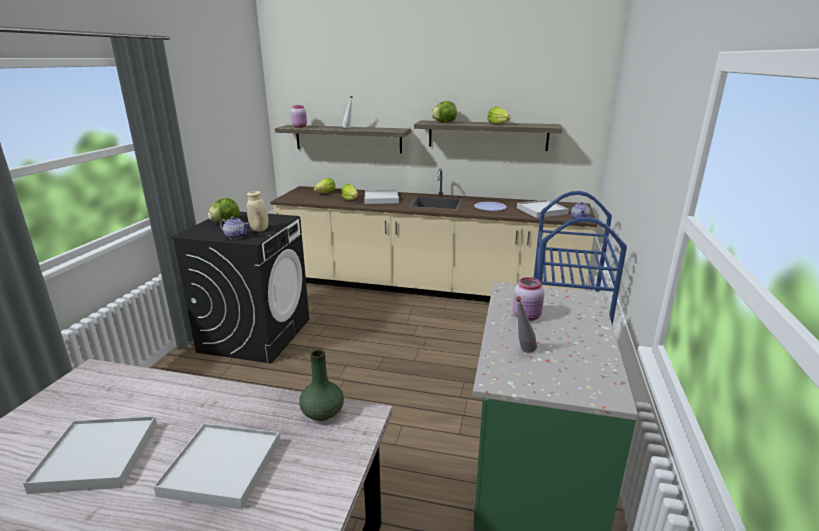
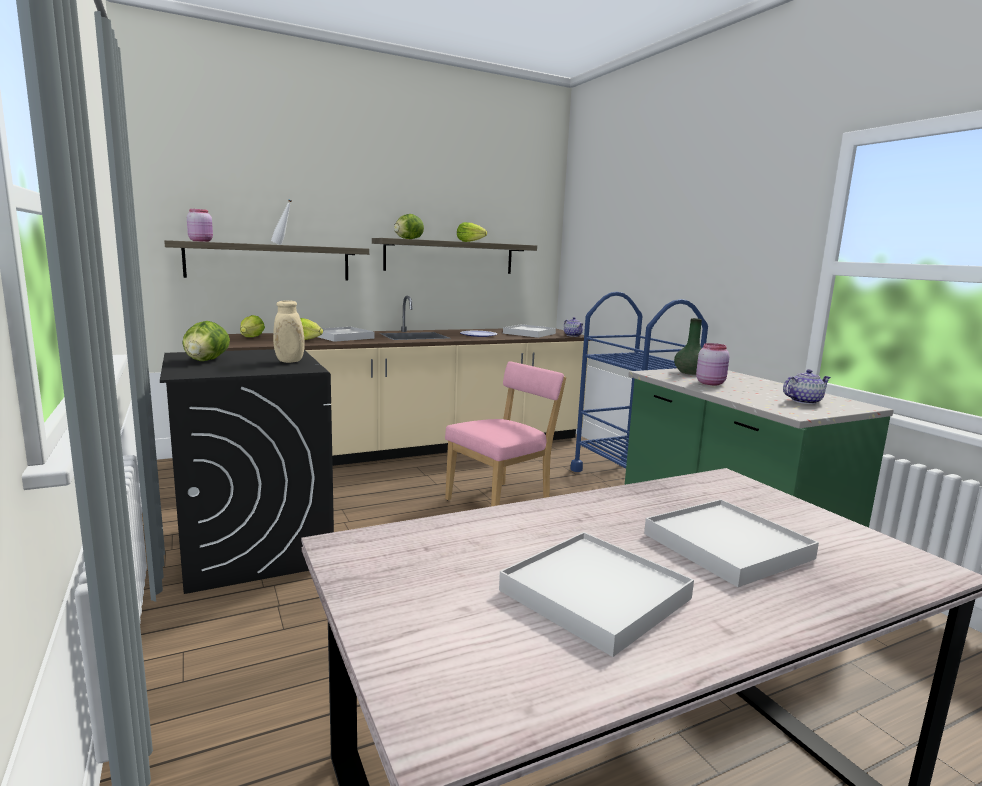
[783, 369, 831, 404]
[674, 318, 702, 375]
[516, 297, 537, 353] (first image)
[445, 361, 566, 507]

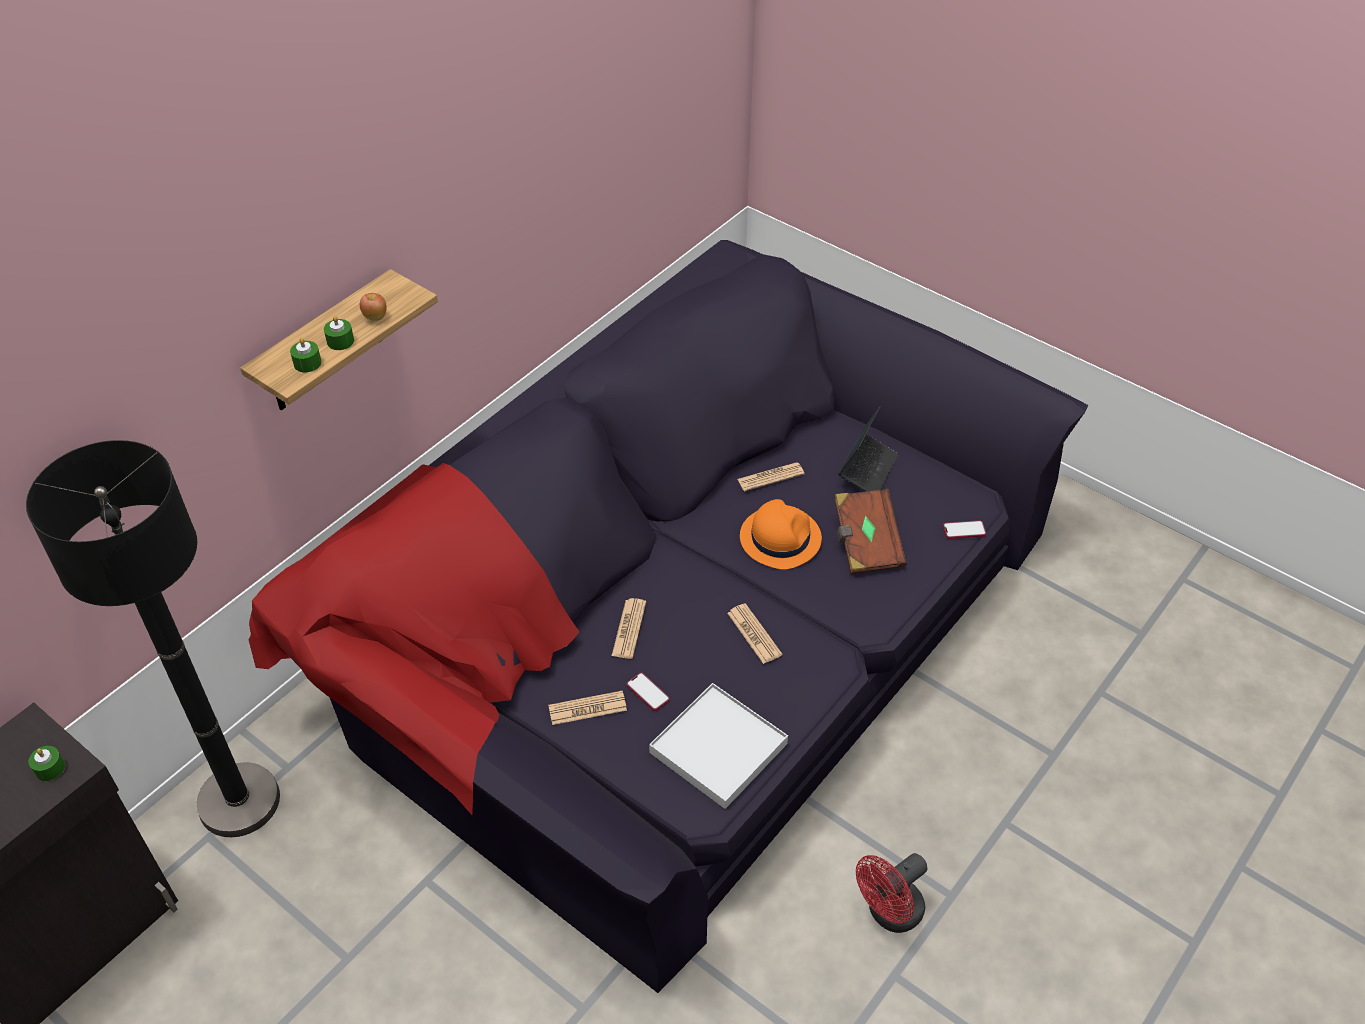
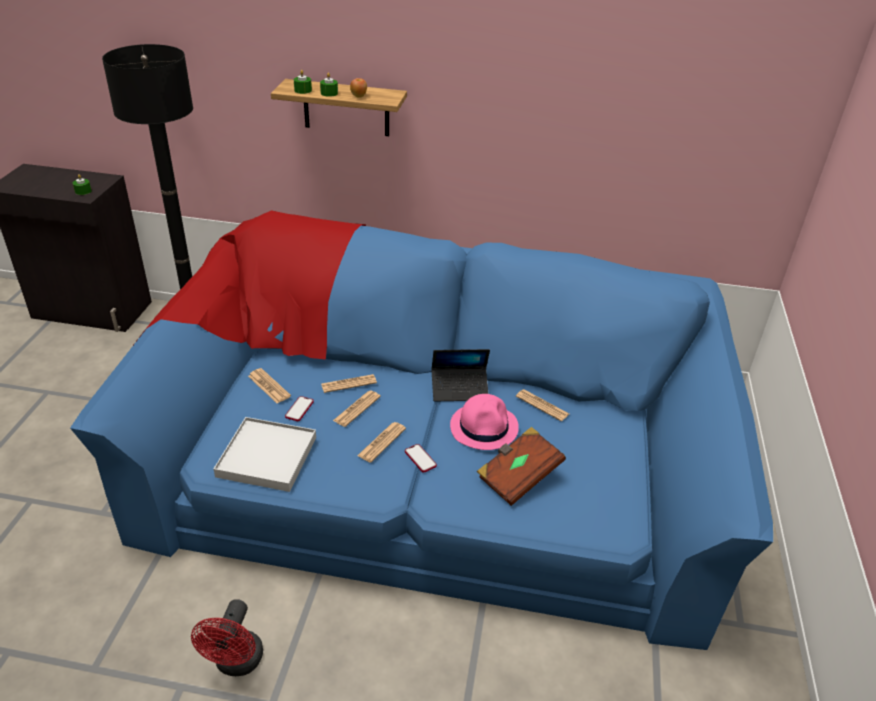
[70, 210, 773, 650]
[450, 394, 519, 450]
[432, 349, 490, 402]
[191, 599, 263, 676]
[405, 444, 437, 473]
[333, 391, 381, 427]

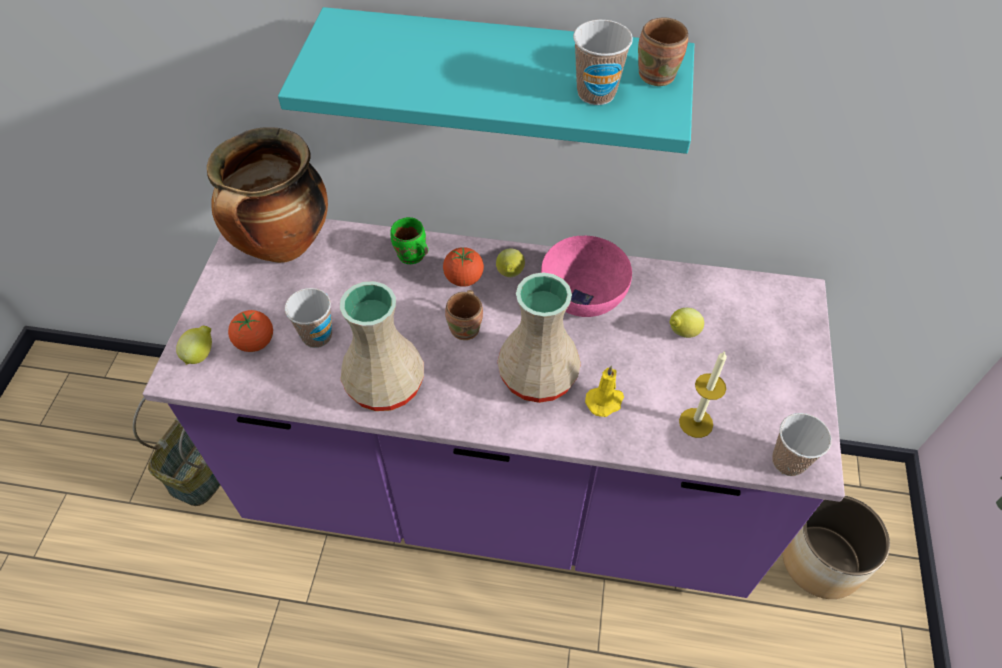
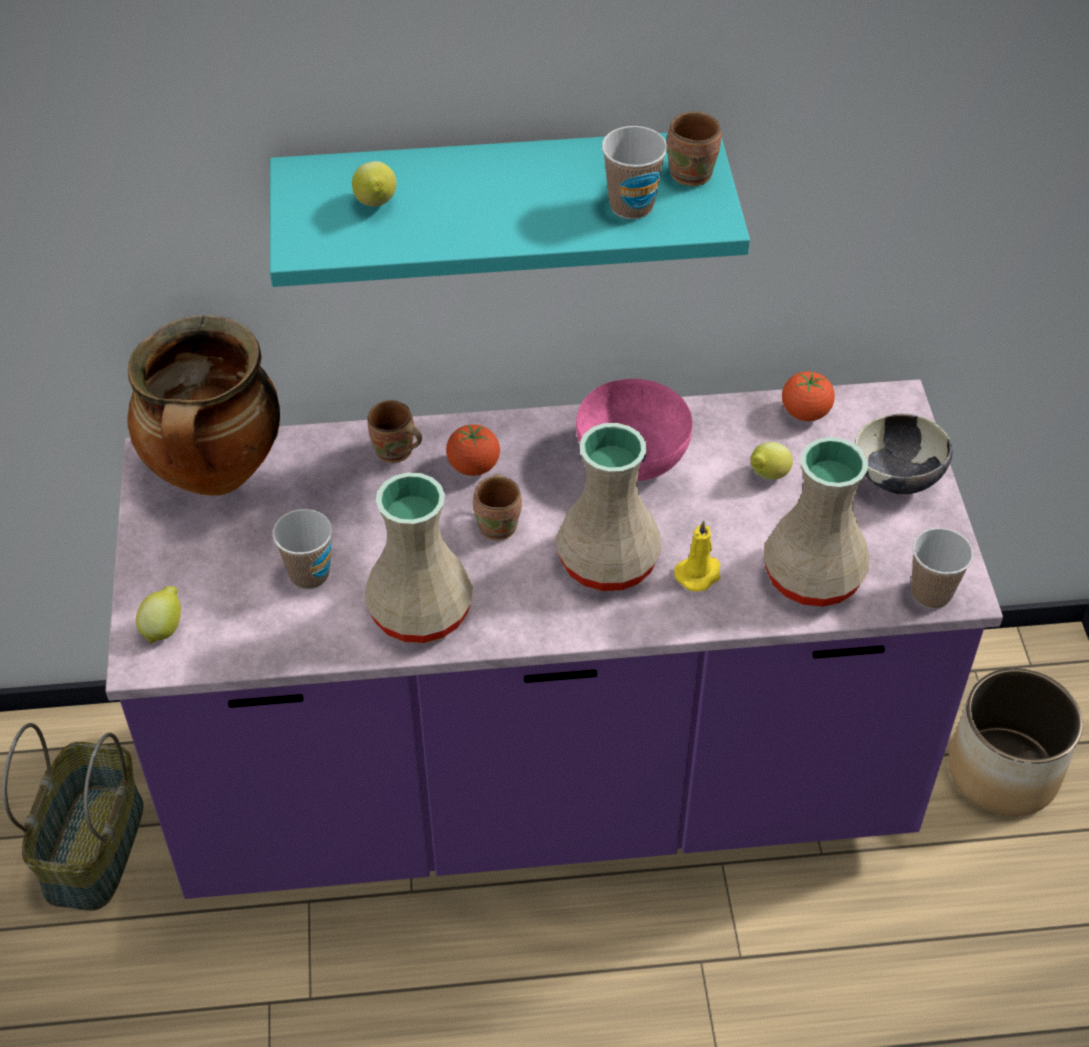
[782, 371, 835, 421]
[368, 400, 422, 463]
[352, 161, 397, 207]
[764, 437, 869, 607]
[855, 413, 952, 494]

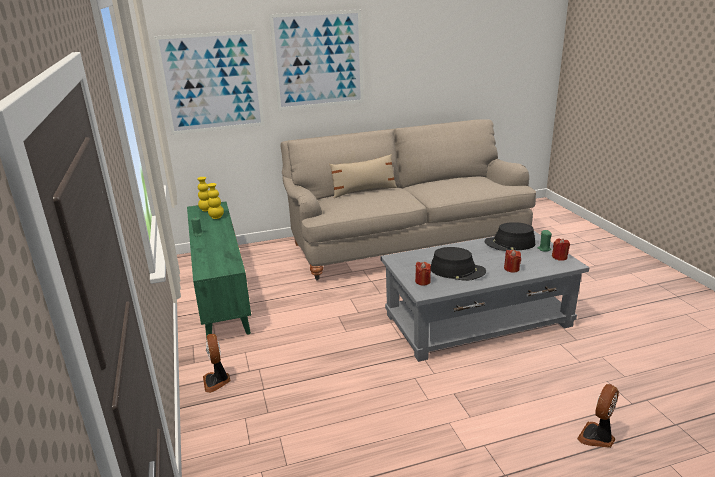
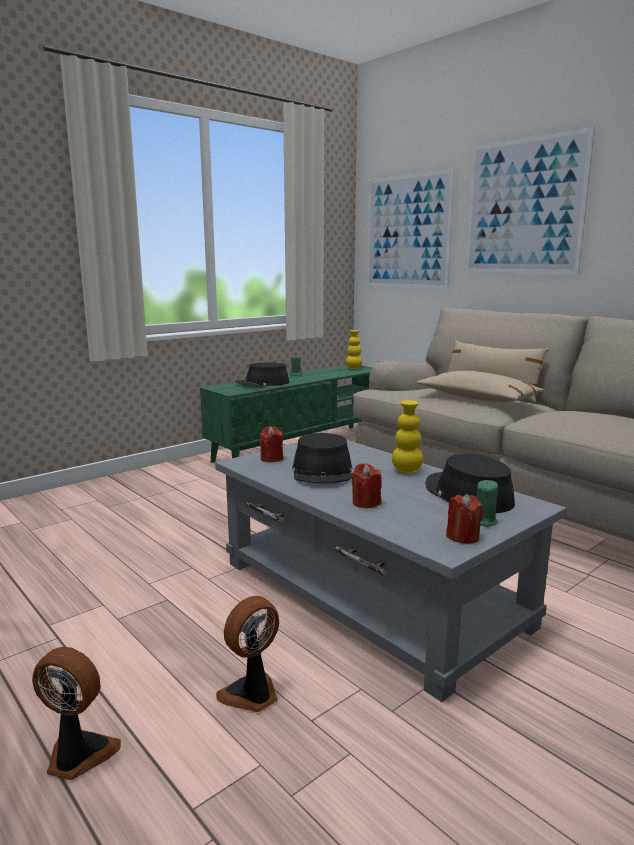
[216, 596, 279, 712]
[392, 400, 423, 474]
[236, 363, 289, 387]
[416, 371, 544, 402]

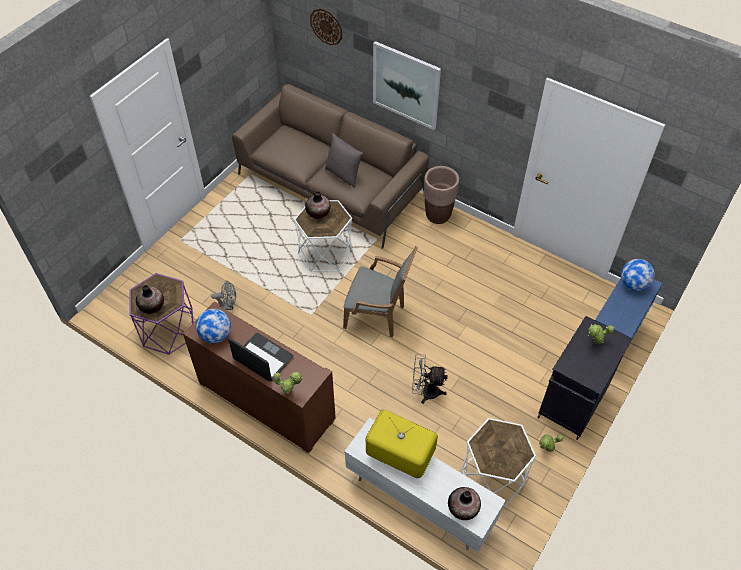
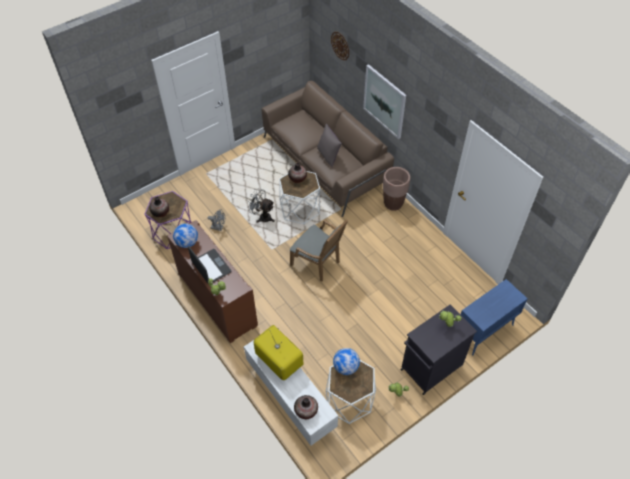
[247, 188, 275, 223]
[333, 348, 360, 375]

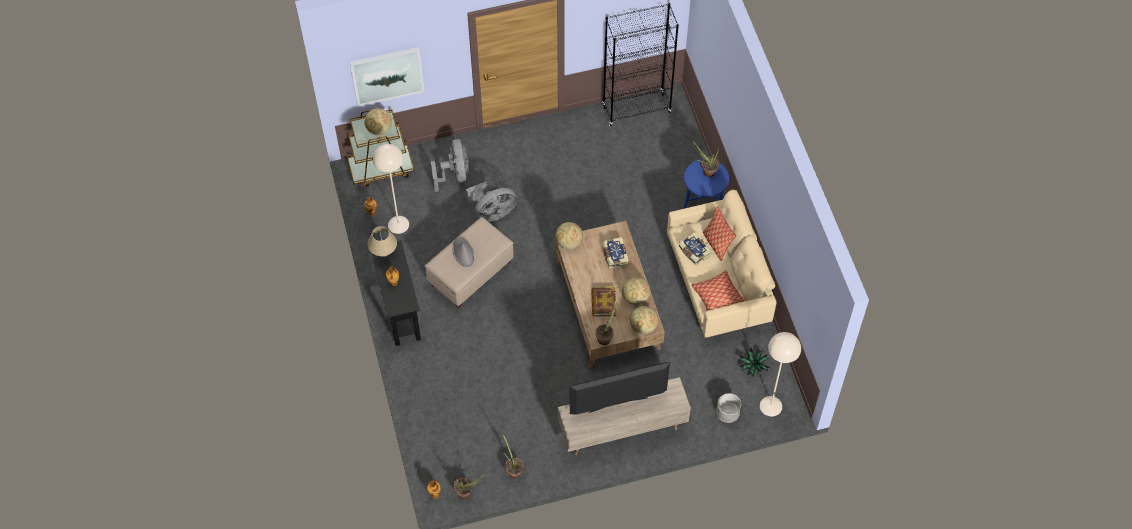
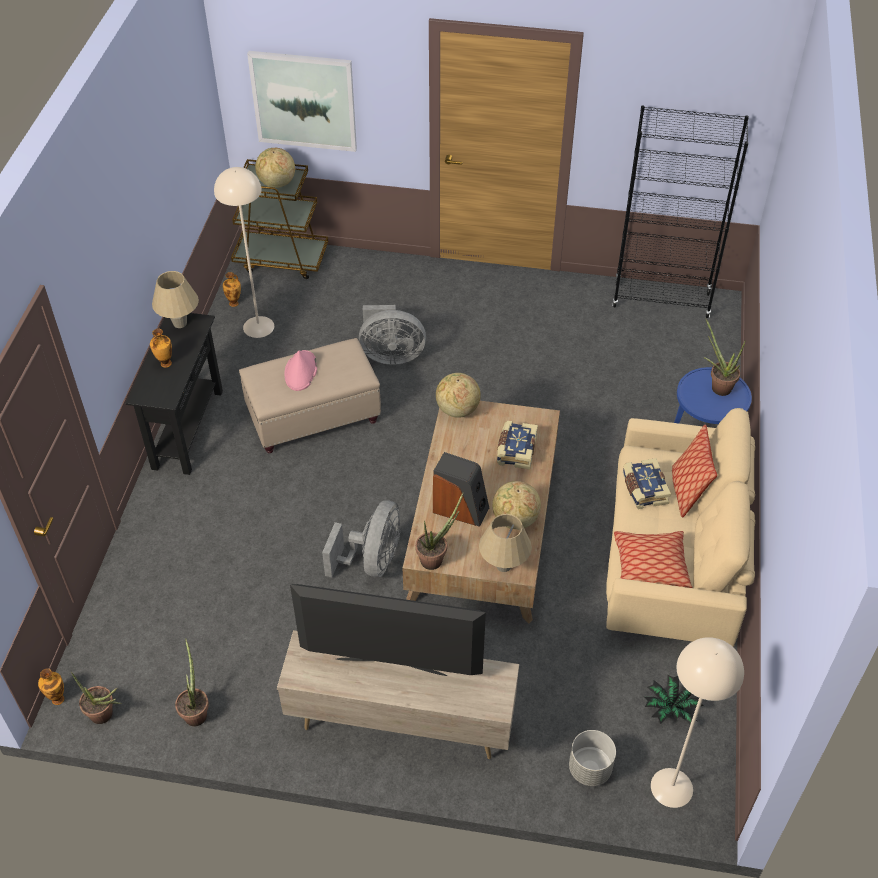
[322, 500, 400, 577]
[284, 350, 317, 391]
[433, 452, 489, 527]
[479, 514, 532, 572]

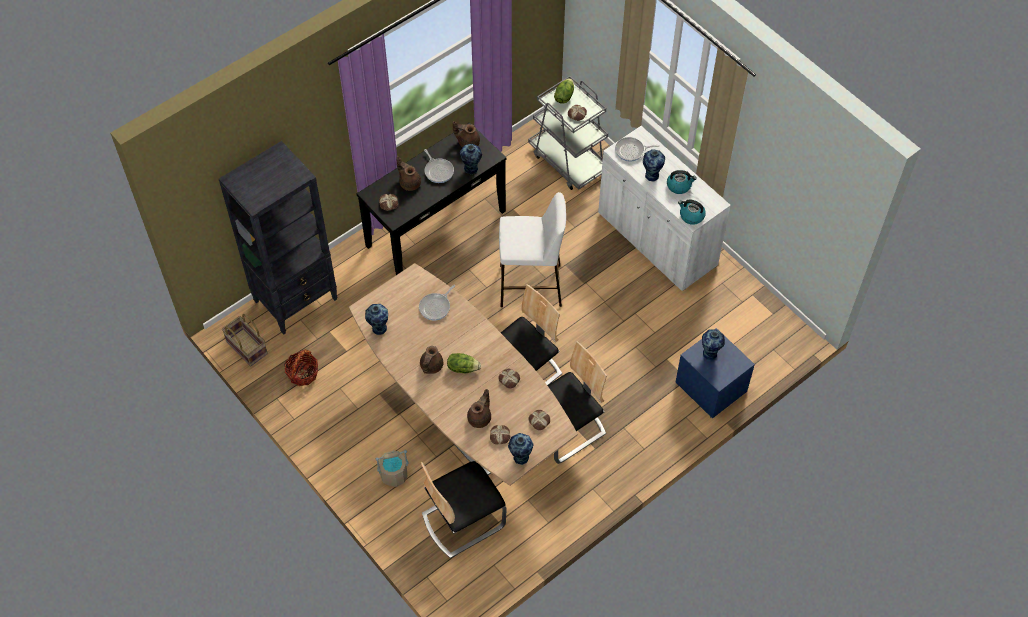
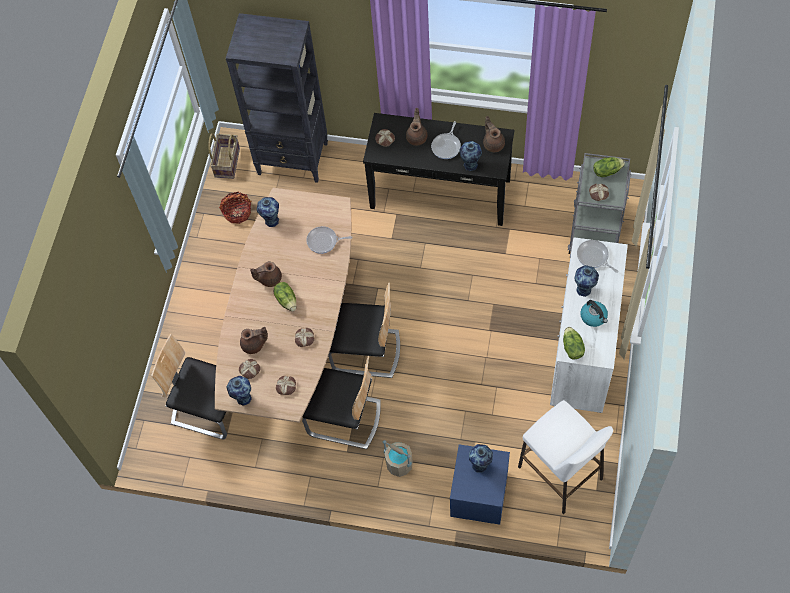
[383, 440, 413, 477]
[518, 400, 613, 514]
[563, 327, 585, 359]

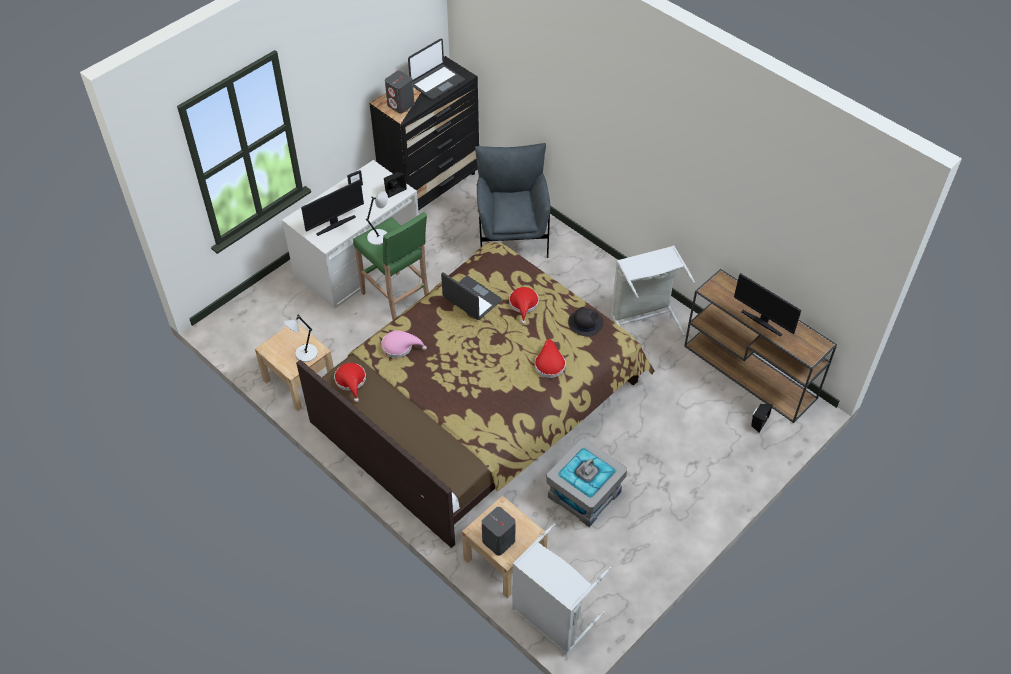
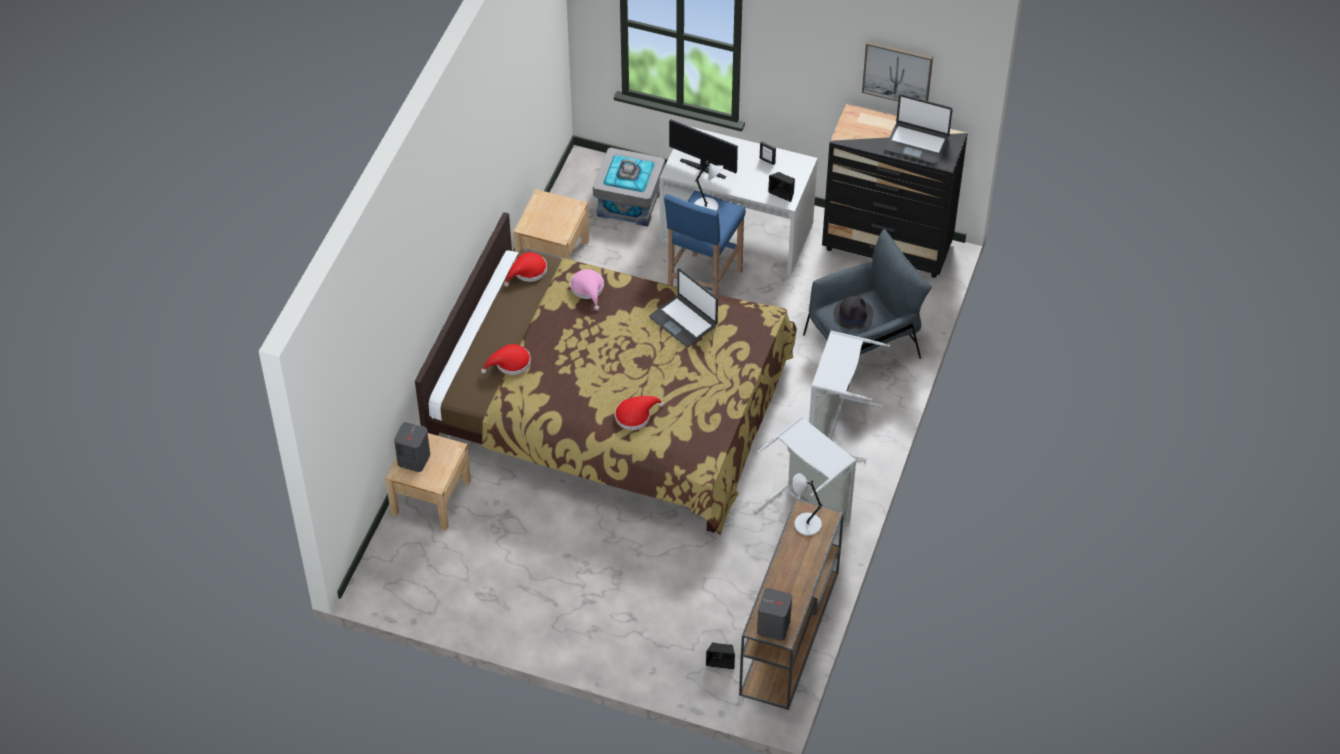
[792, 473, 822, 536]
[664, 190, 746, 295]
[757, 588, 792, 641]
[649, 268, 718, 347]
[481, 344, 531, 375]
[809, 331, 890, 460]
[593, 148, 665, 226]
[834, 296, 873, 329]
[734, 273, 801, 337] (first image)
[862, 41, 933, 101]

